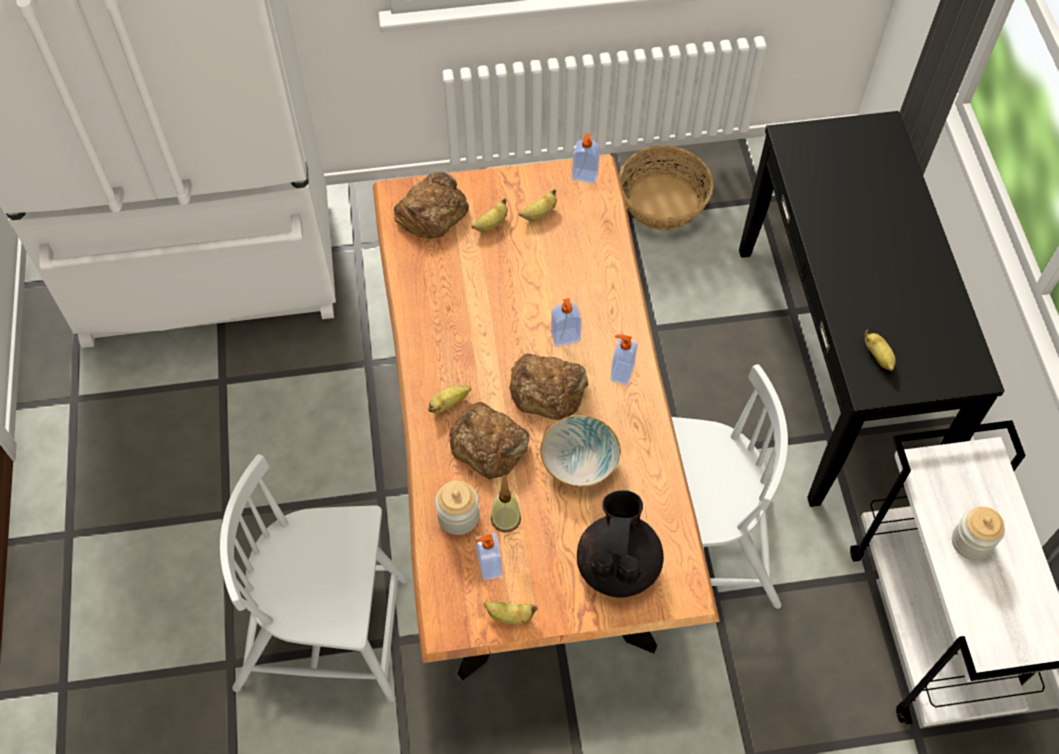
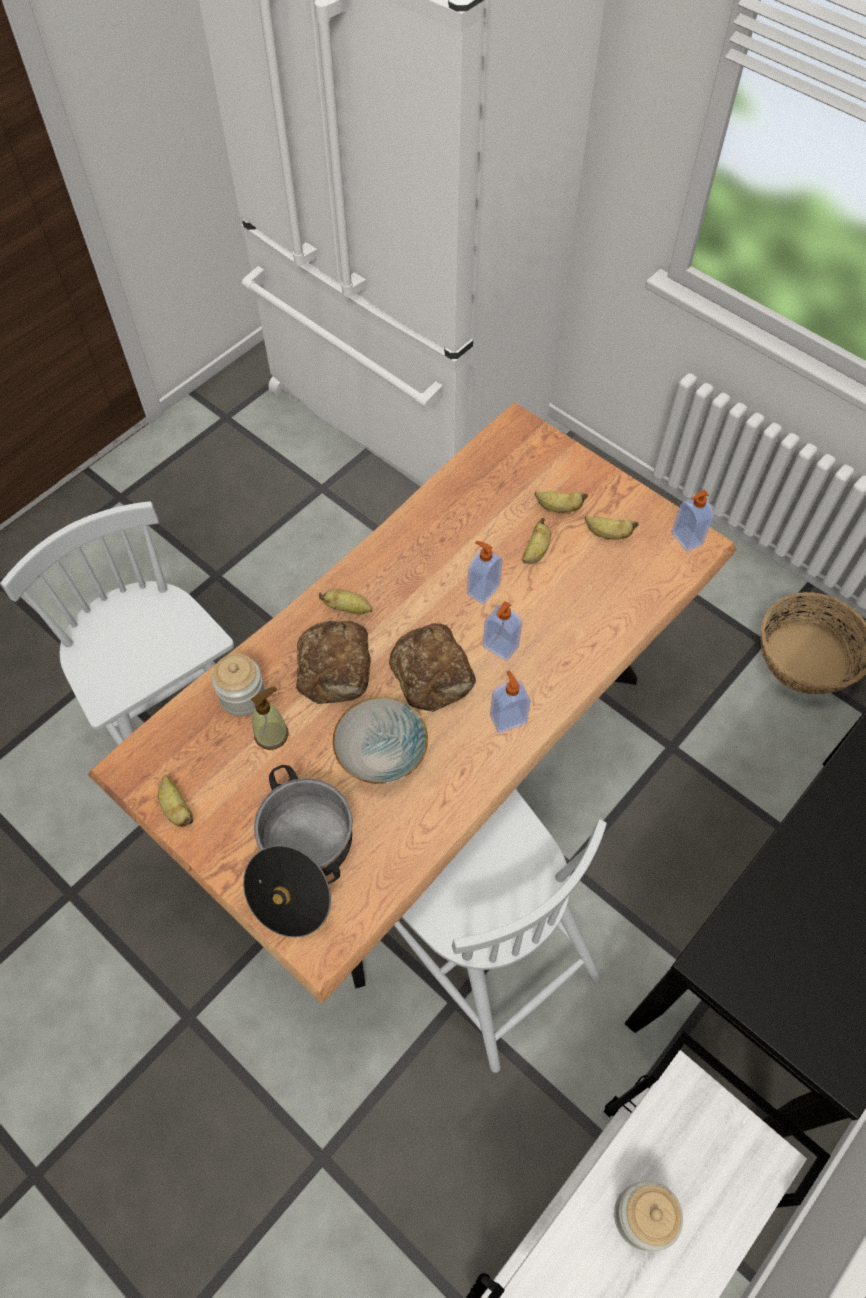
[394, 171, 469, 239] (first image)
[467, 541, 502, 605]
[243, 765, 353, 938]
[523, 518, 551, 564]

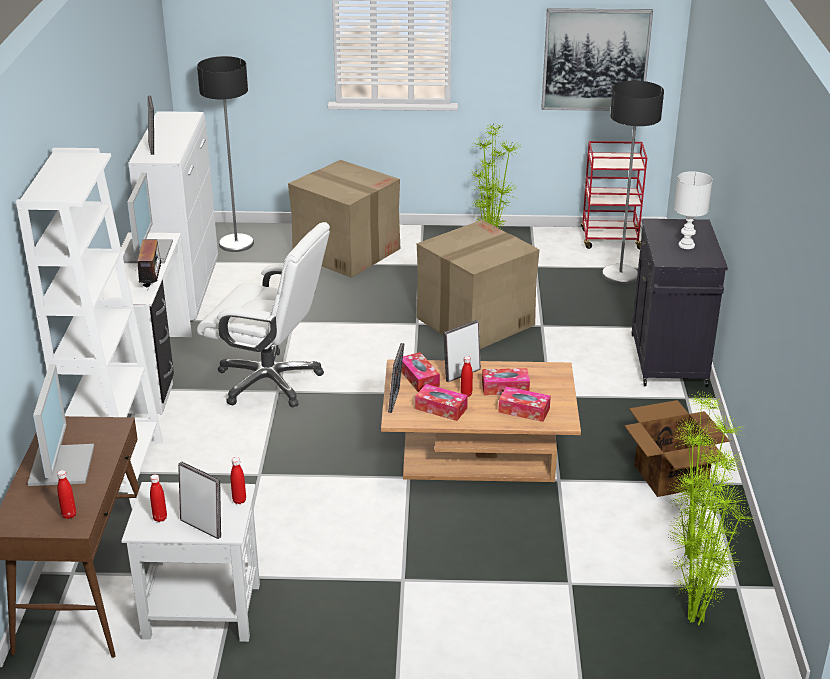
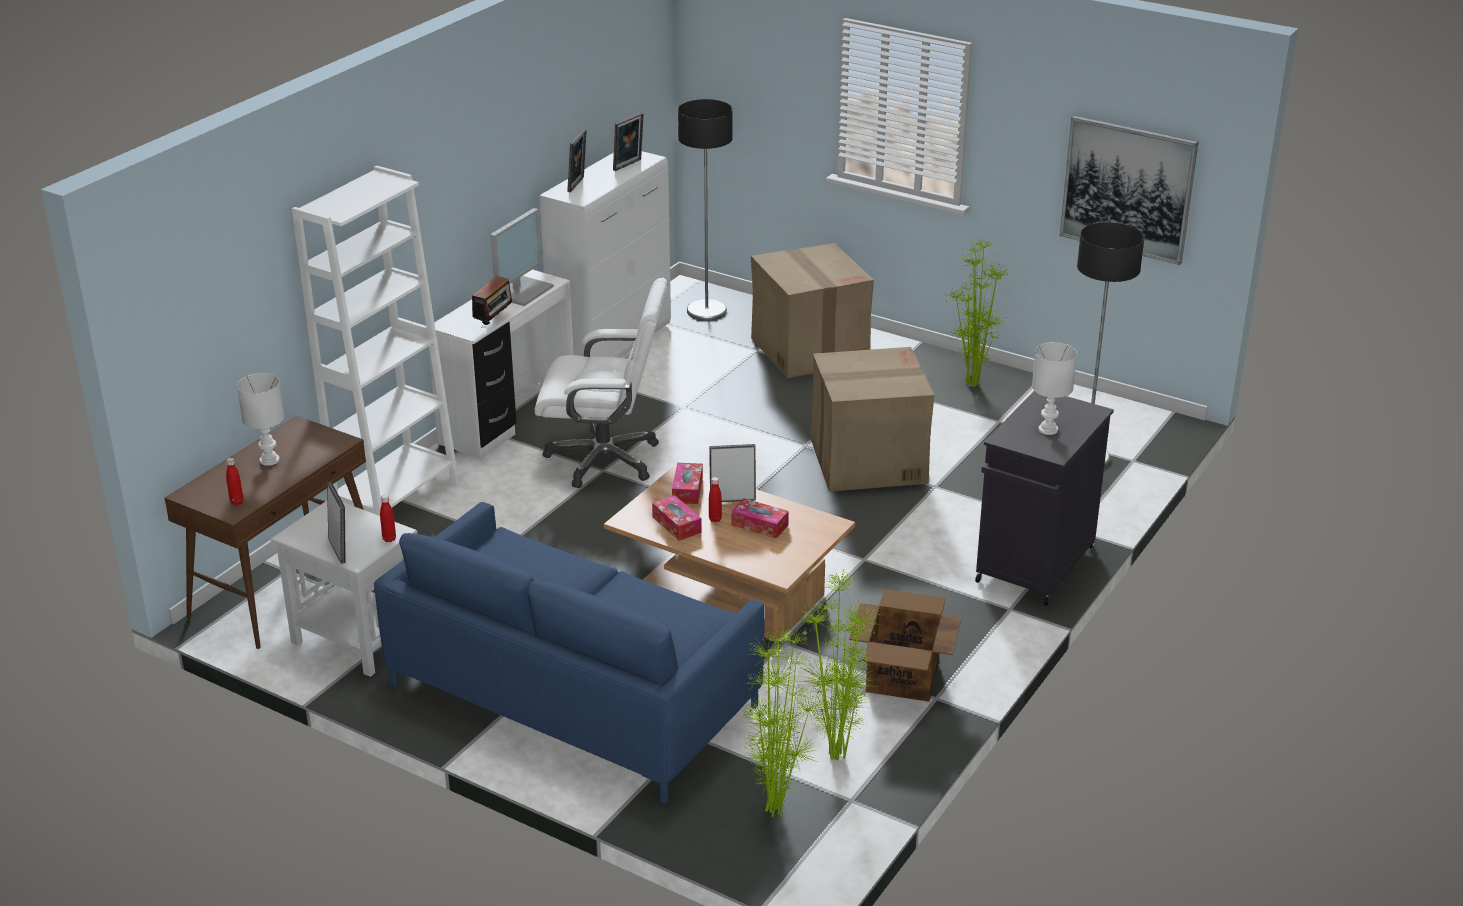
[237, 373, 284, 466]
[150, 474, 167, 522] (first image)
[535, 278, 667, 488]
[613, 112, 644, 171]
[498, 387, 551, 422] (first image)
[581, 141, 647, 249] (first image)
[374, 502, 765, 804]

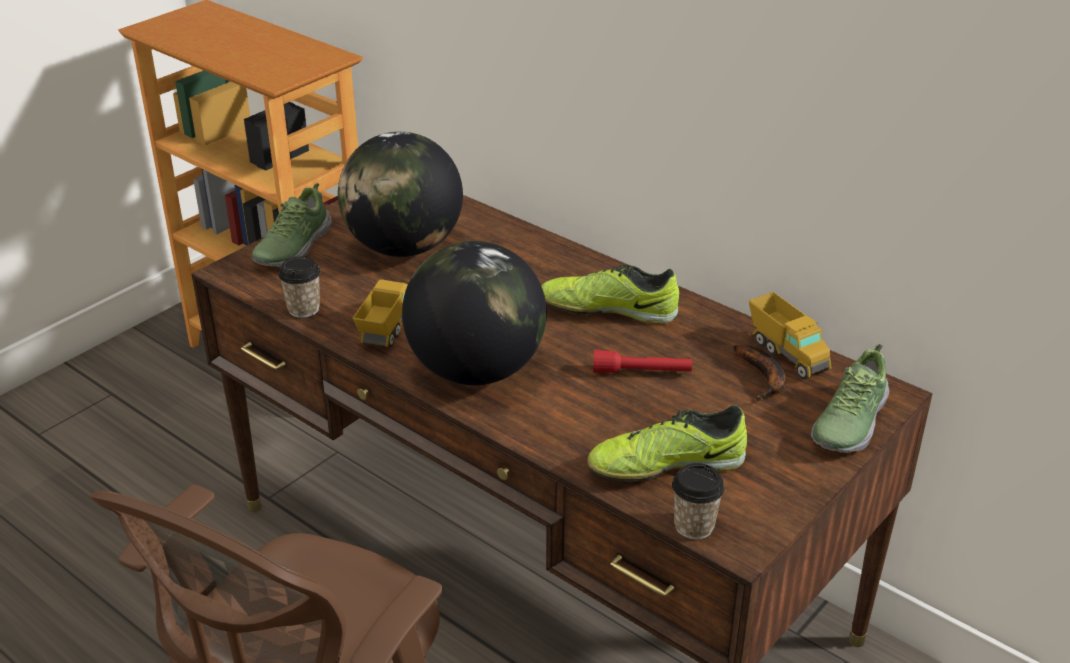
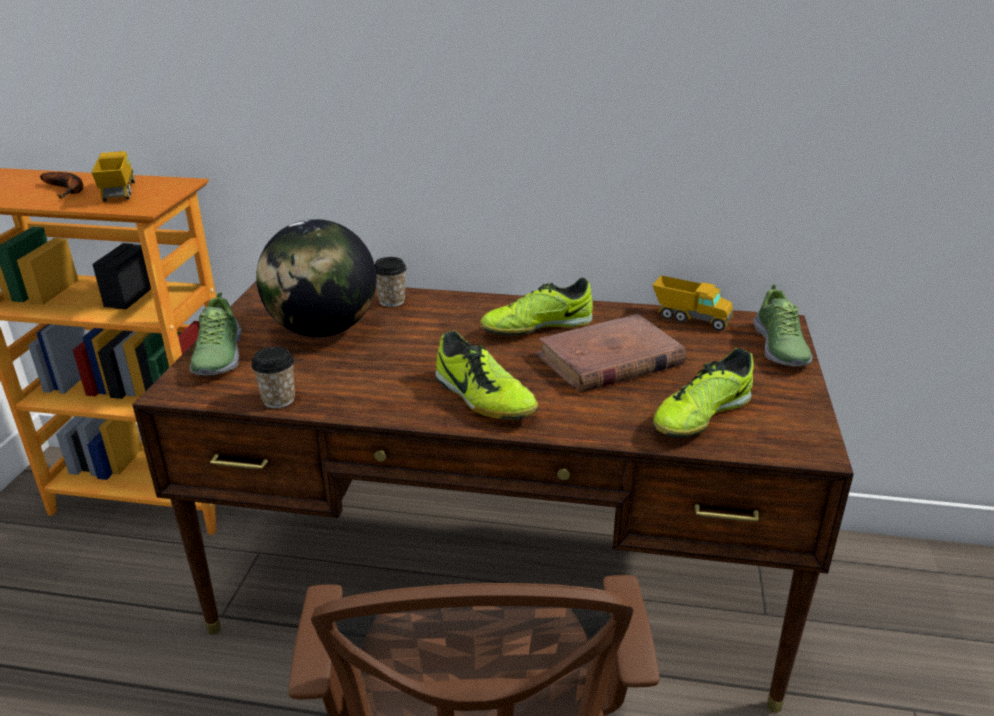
[91, 151, 135, 202]
[435, 330, 538, 419]
[536, 314, 686, 393]
[375, 257, 407, 307]
[40, 172, 83, 198]

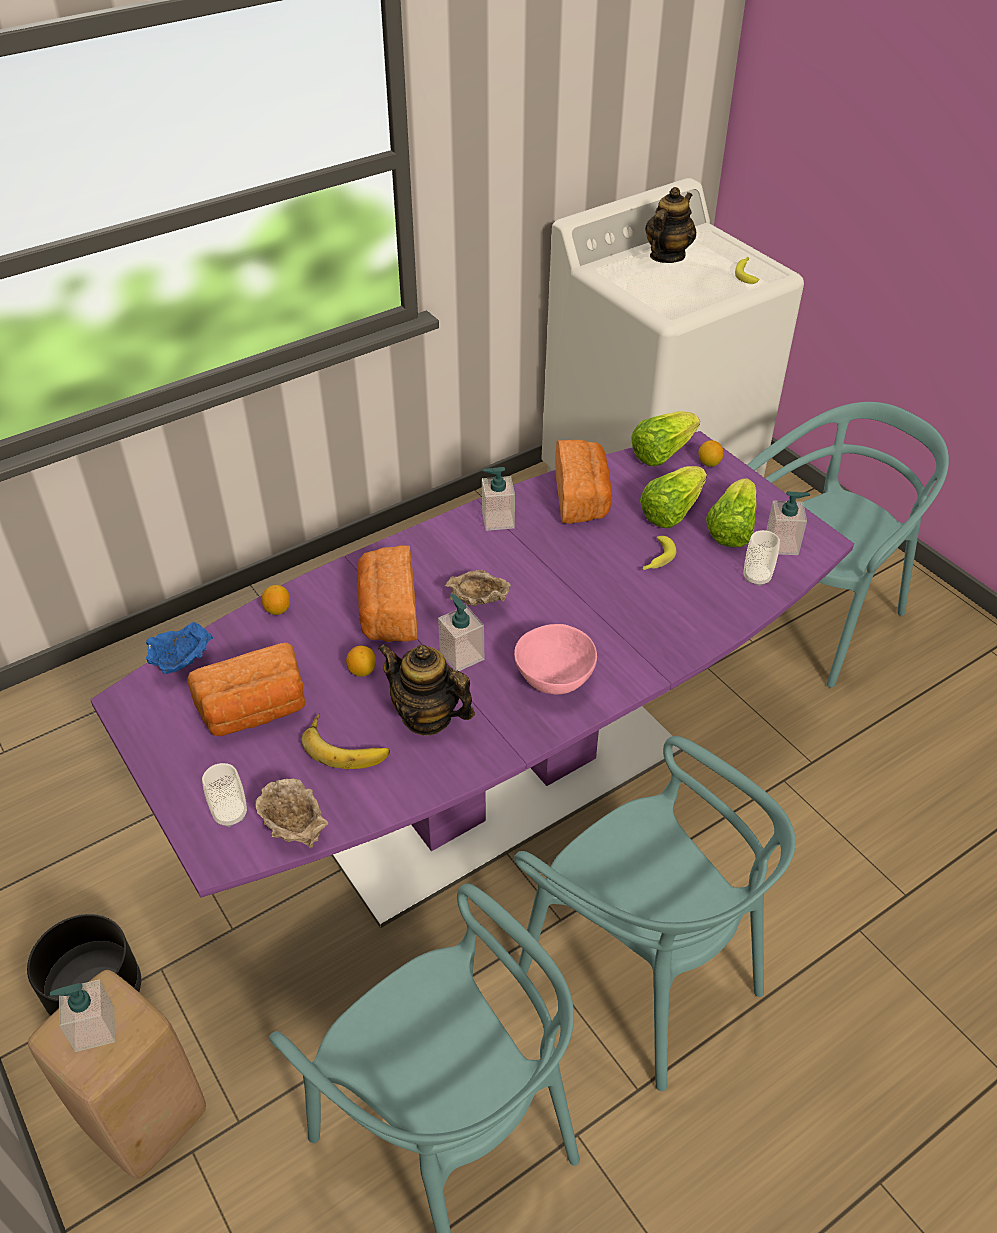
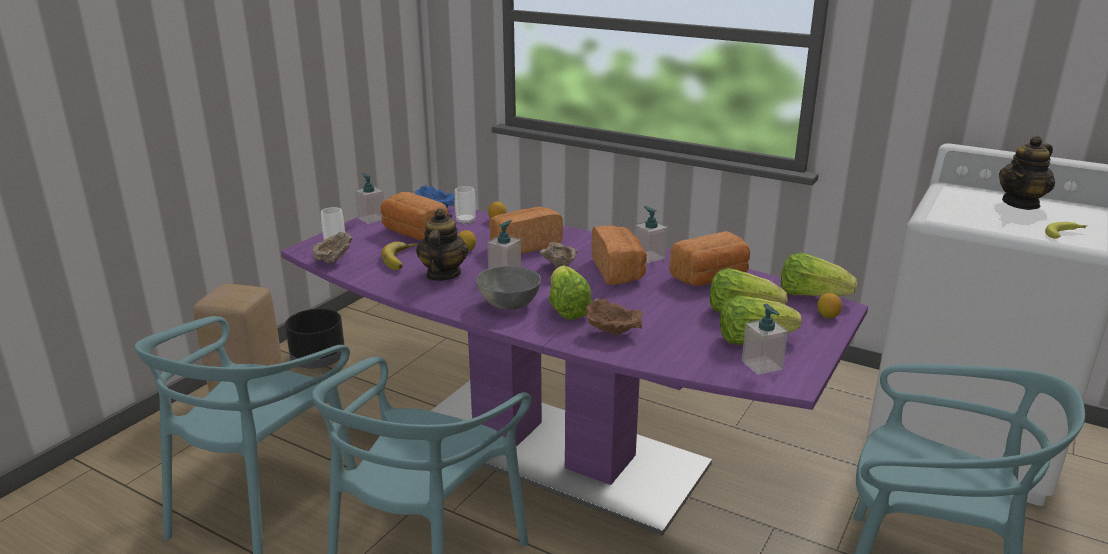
[355, 173, 384, 224]
[476, 266, 541, 310]
[643, 536, 677, 570] (first image)
[999, 136, 1055, 210]
[455, 186, 476, 225]
[549, 265, 592, 320]
[586, 298, 643, 335]
[592, 226, 647, 285]

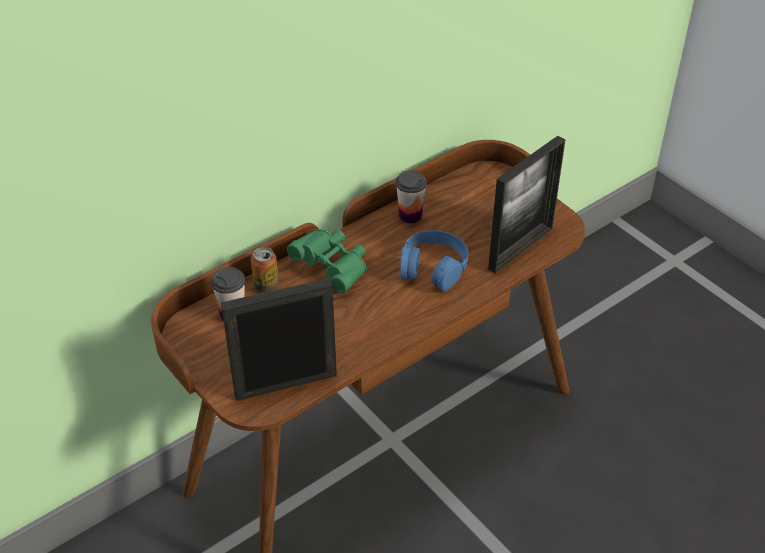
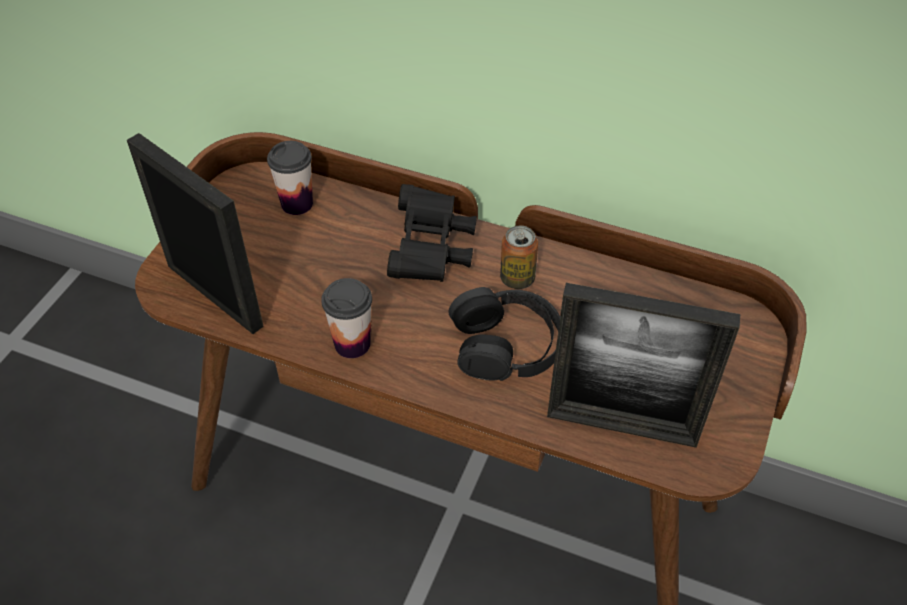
[500, 226, 538, 289]
[387, 184, 477, 282]
[321, 278, 372, 358]
[449, 287, 560, 381]

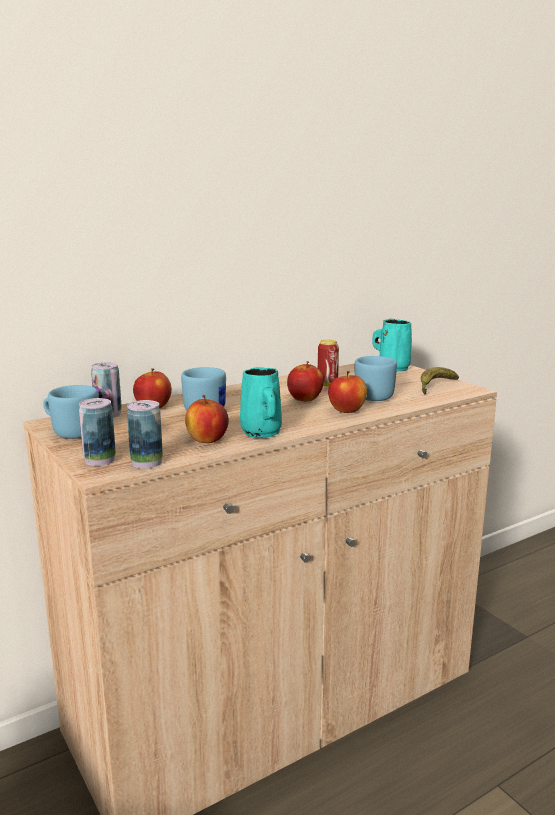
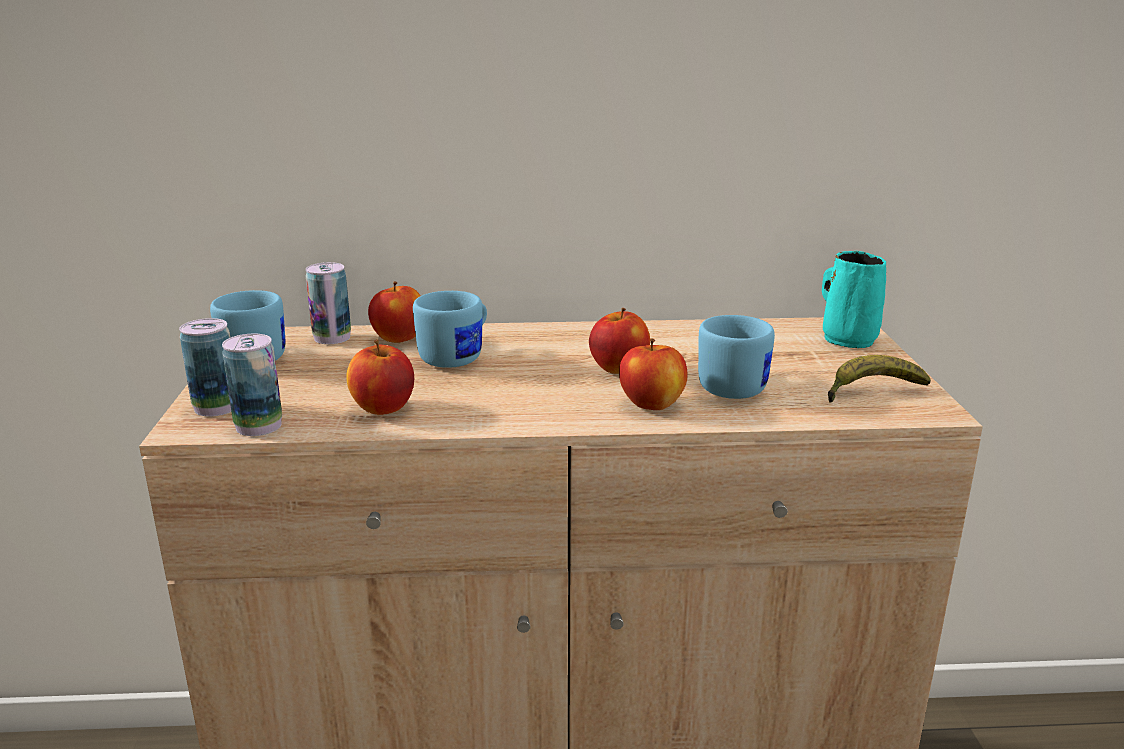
[240, 367, 282, 438] (first image)
[318, 339, 339, 386] (first image)

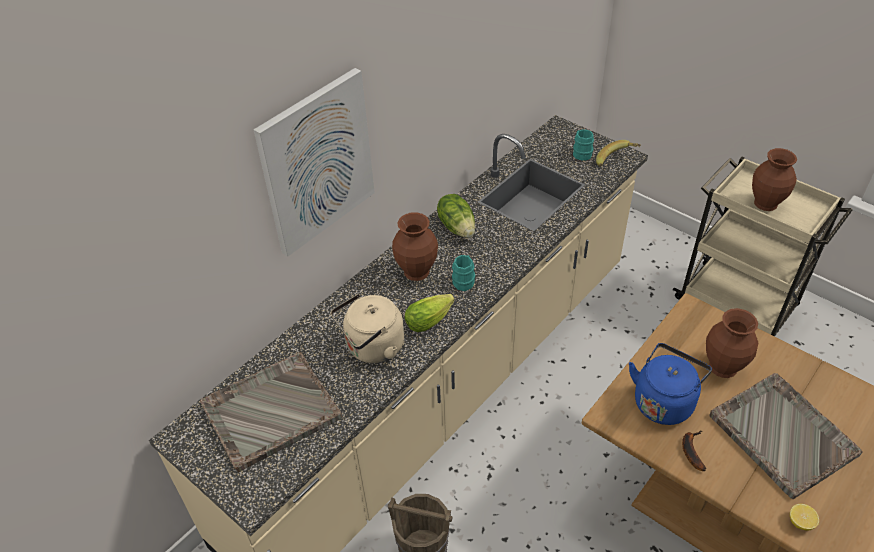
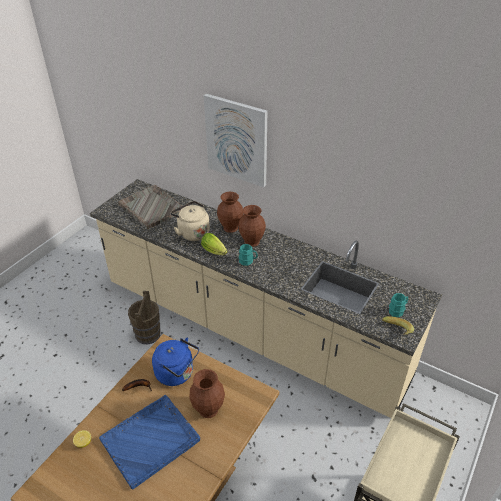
[437, 194, 475, 238] (first image)
[99, 395, 200, 490]
[217, 192, 243, 233]

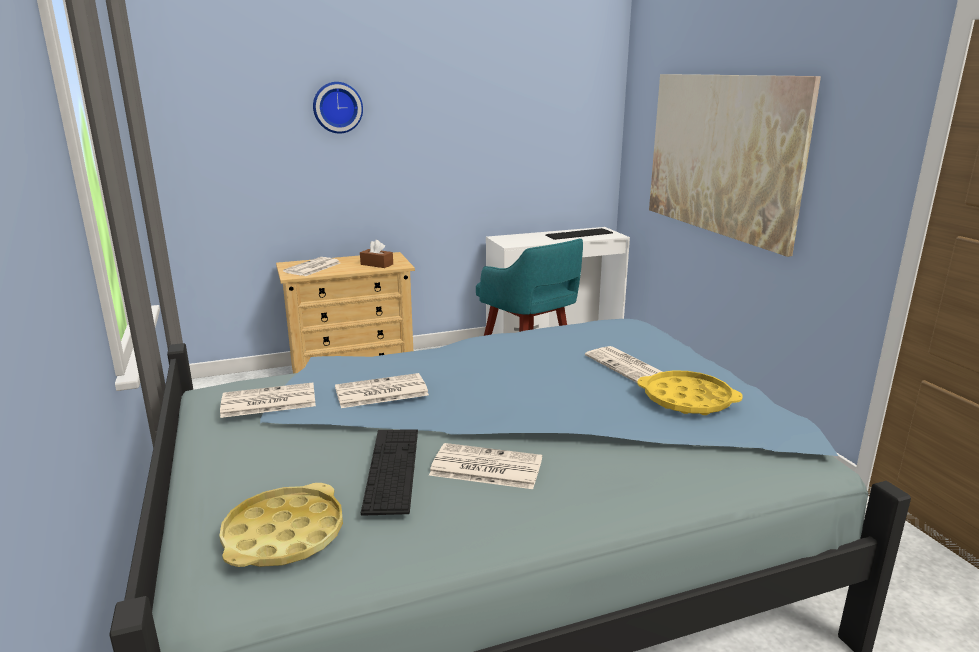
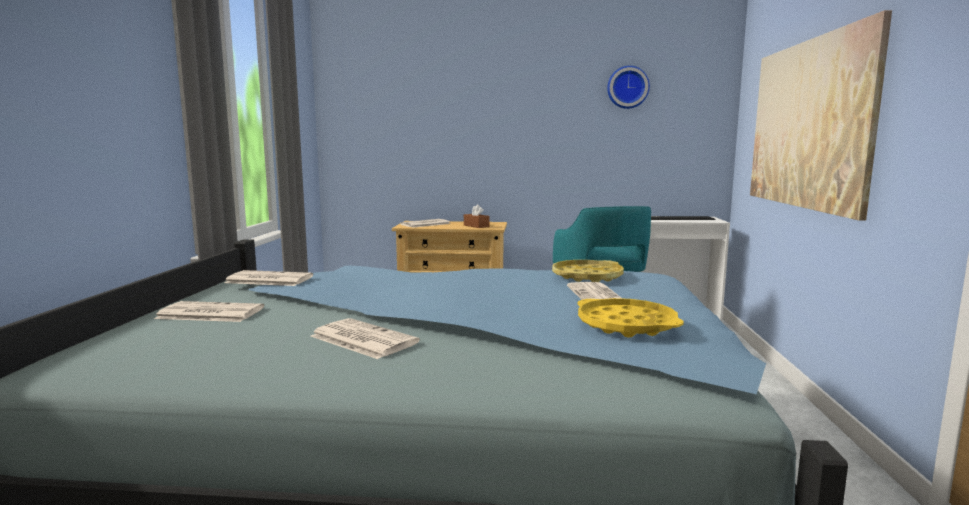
[552, 260, 624, 282]
[607, 66, 650, 109]
[154, 301, 264, 322]
[361, 429, 418, 516] (first image)

